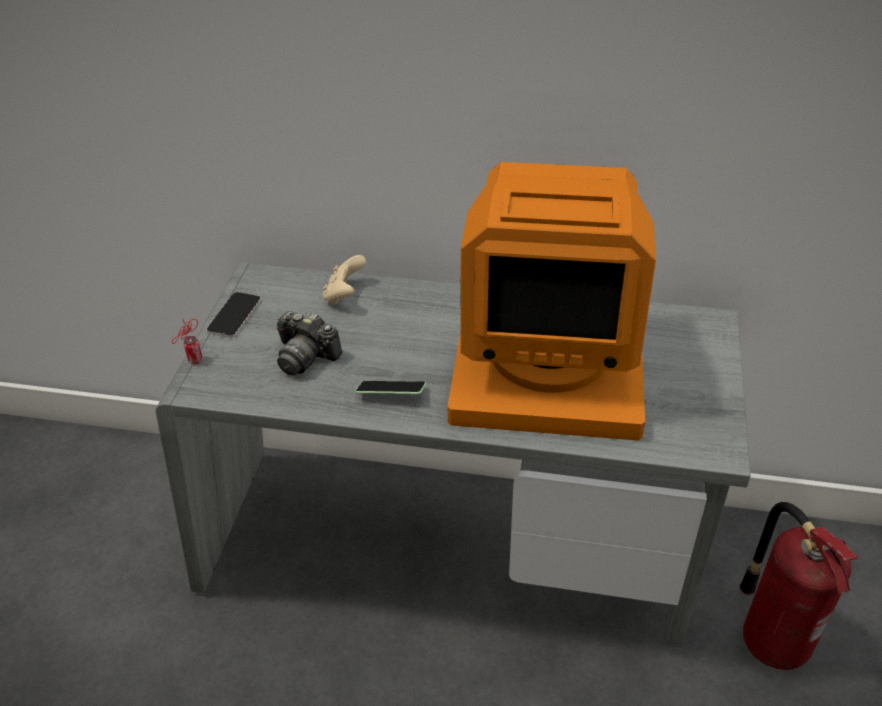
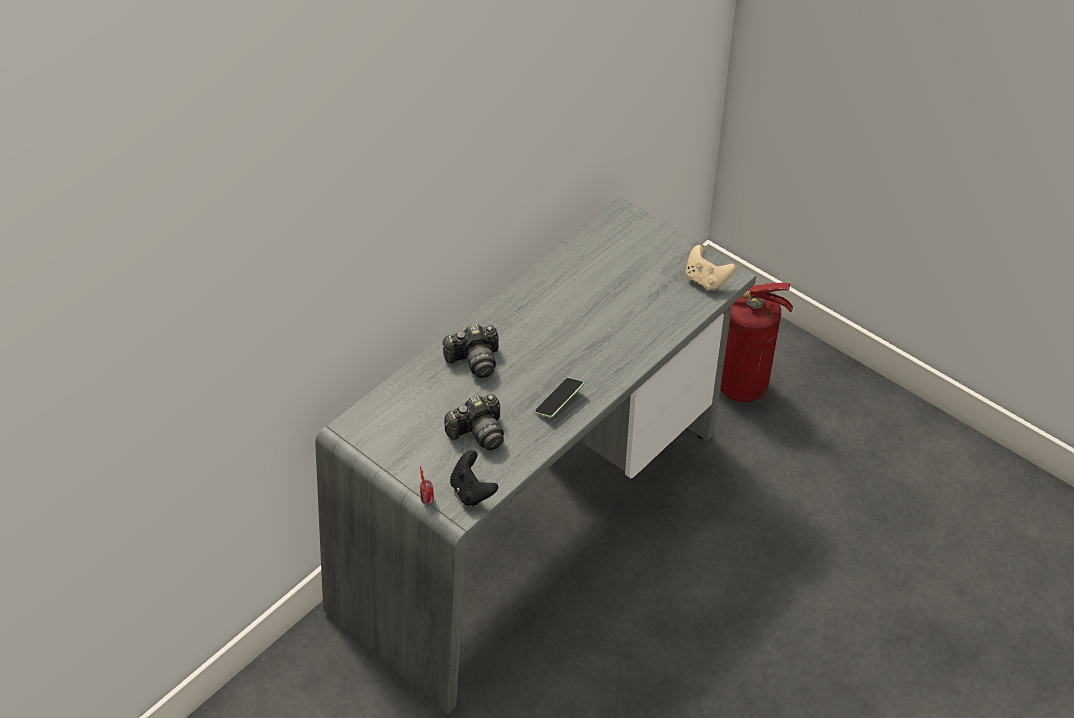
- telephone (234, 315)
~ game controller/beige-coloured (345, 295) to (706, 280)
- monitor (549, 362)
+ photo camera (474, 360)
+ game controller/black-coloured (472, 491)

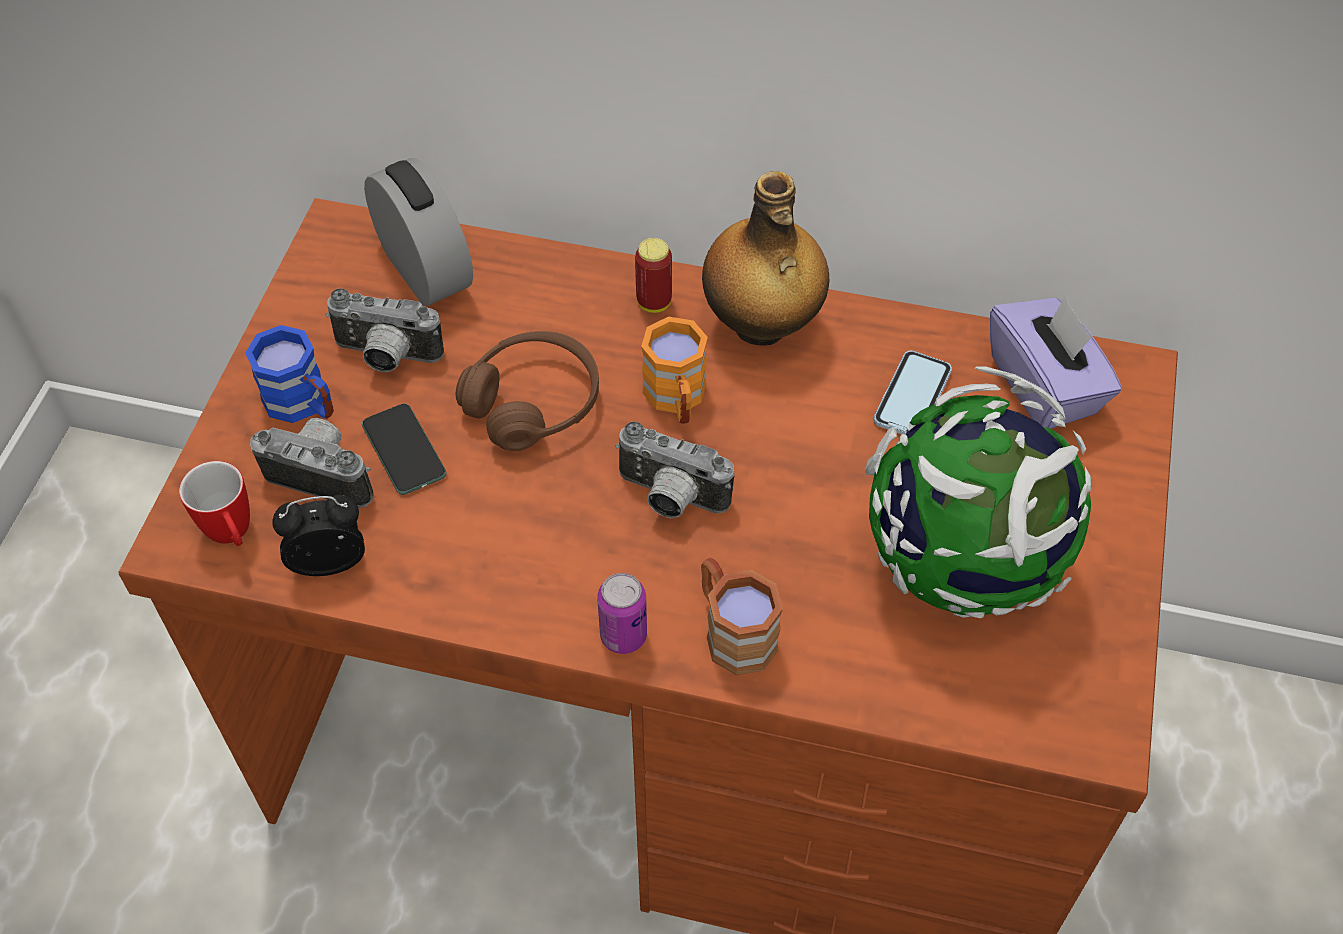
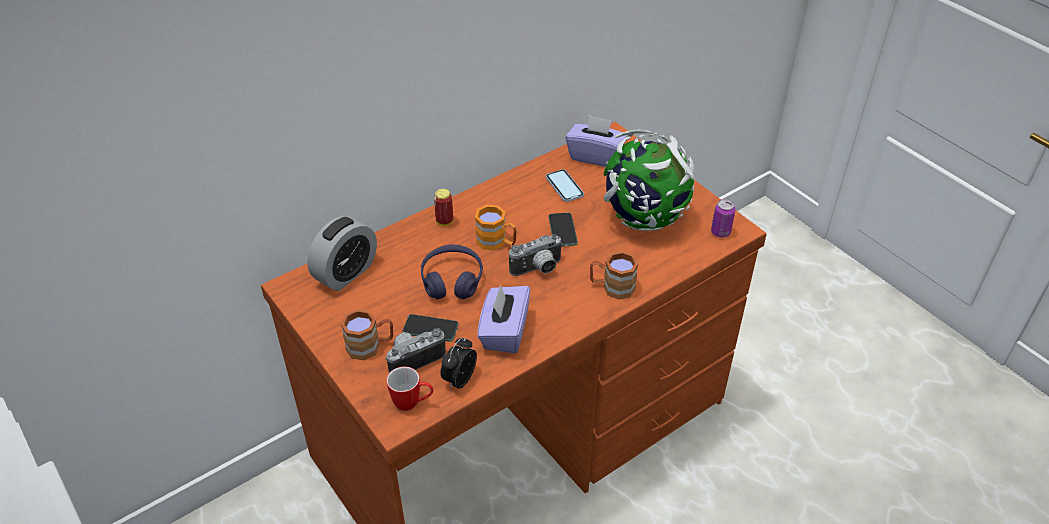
~ tea mug/bluish (304, 404) to tea mug/brownish (370, 346)
- photo camera (385, 357)
~ alarm clock (425, 269) = (346, 273) 120 degrees clockwise
~ headphones/brownish (533, 403) to headphones/purplish (452, 280)
~ metal can (623, 636) to (720, 232)
- beverage bottle (761, 326)
+ box of tissues/purplish (504, 332)
+ telephone (562, 230)

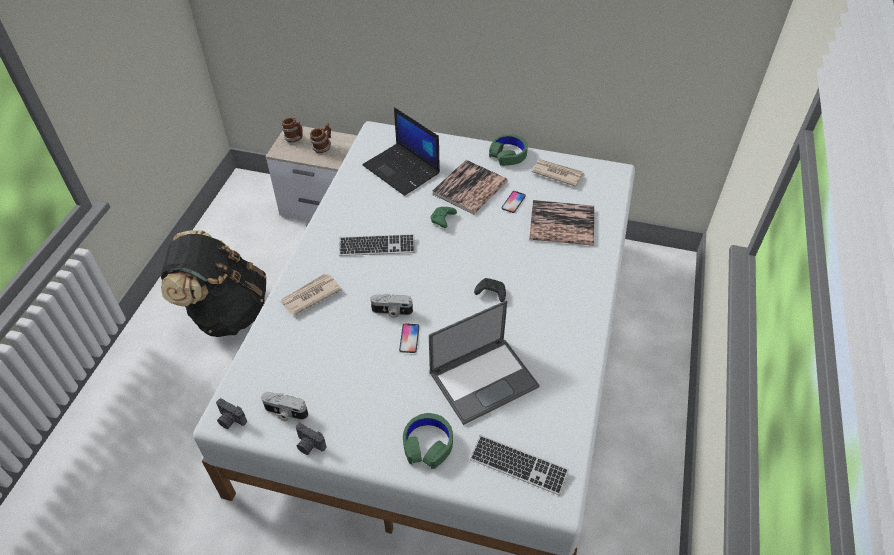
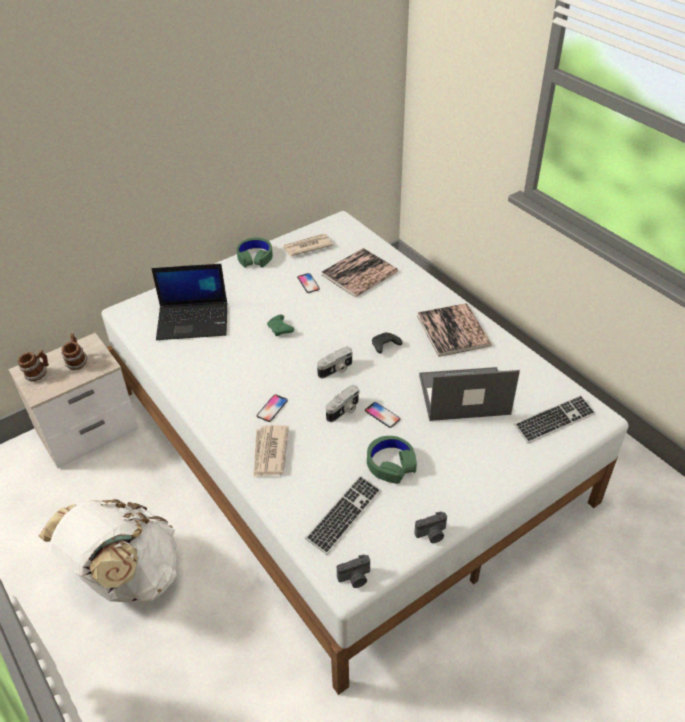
~ knapsack/black-coloured (226, 312) to knapsack/whitish (127, 577)
~ photo camera (285, 413) to (336, 370)
~ keyboard (377, 246) to (344, 515)
~ headphones/green-coloured (428, 444) to (391, 464)
~ laptop (484, 379) = (462, 395) 105 degrees counterclockwise
~ book (470, 188) to (453, 330)
+ telephone (272, 408)

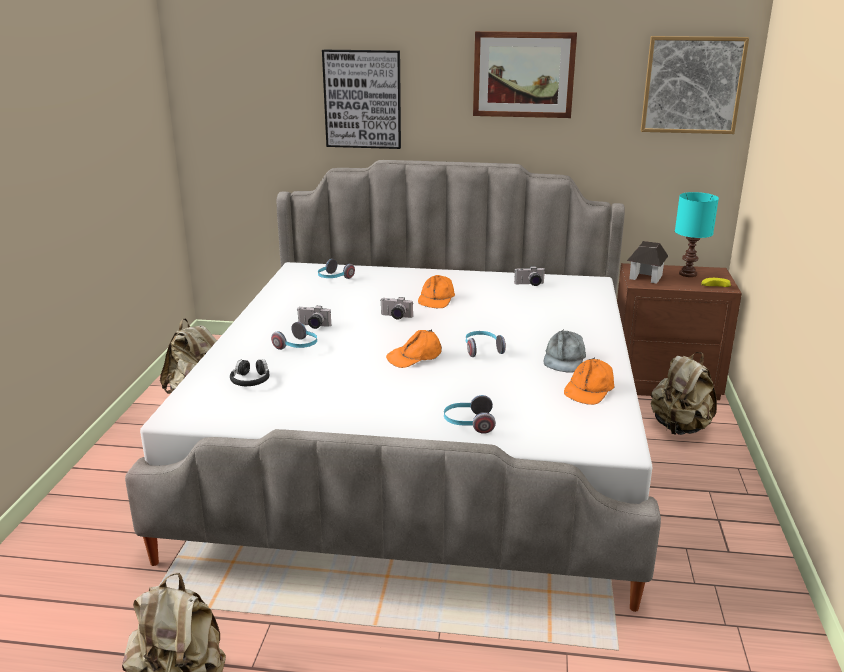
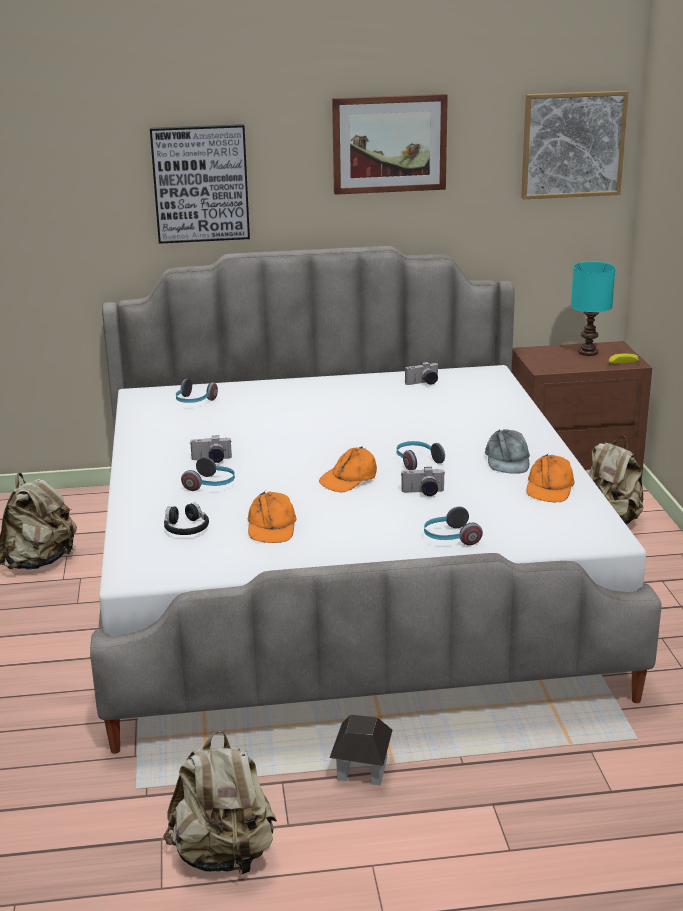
~ photo camera (395, 317) to (423, 493)
~ baseball cap/orangey (436, 299) to (271, 527)
~ miniature house (645, 277) to (362, 769)

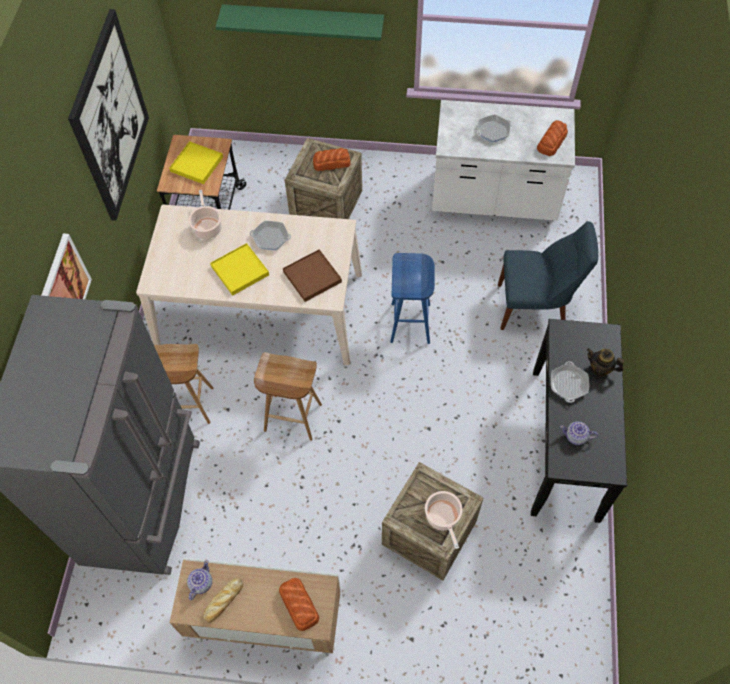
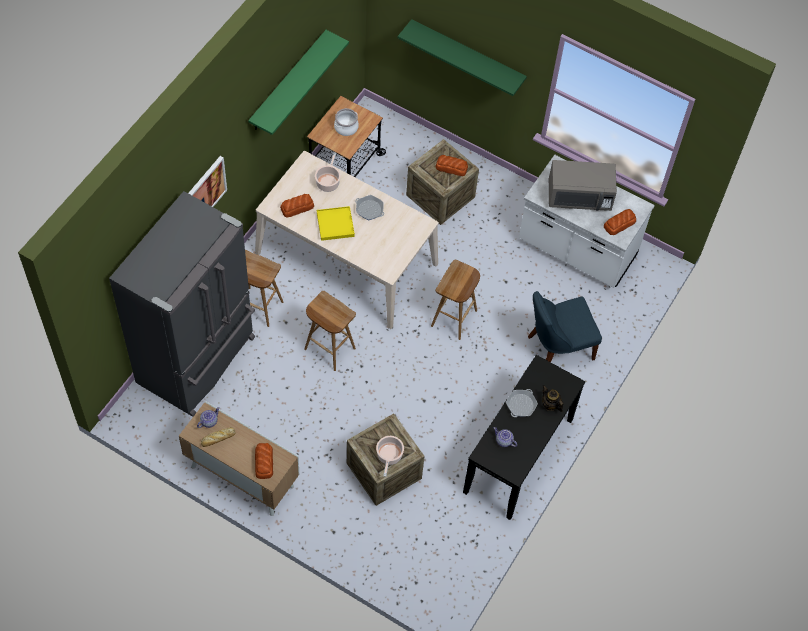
~ wall picture (110, 117) to bracket shelf/green-coloured (288, 82)
~ carrying tray/yellow-coloured (197, 164) to saucepot (346, 128)
- carrying tray/brownish (312, 277)
~ sitting stool/bluish (411, 324) to sitting stool/brownish (454, 319)
~ frying pan (493, 131) to microwave oven/grey (579, 196)
~ plain chair/bluish (535, 307) = (557, 348) 135 degrees clockwise
+ baked bread (297, 207)

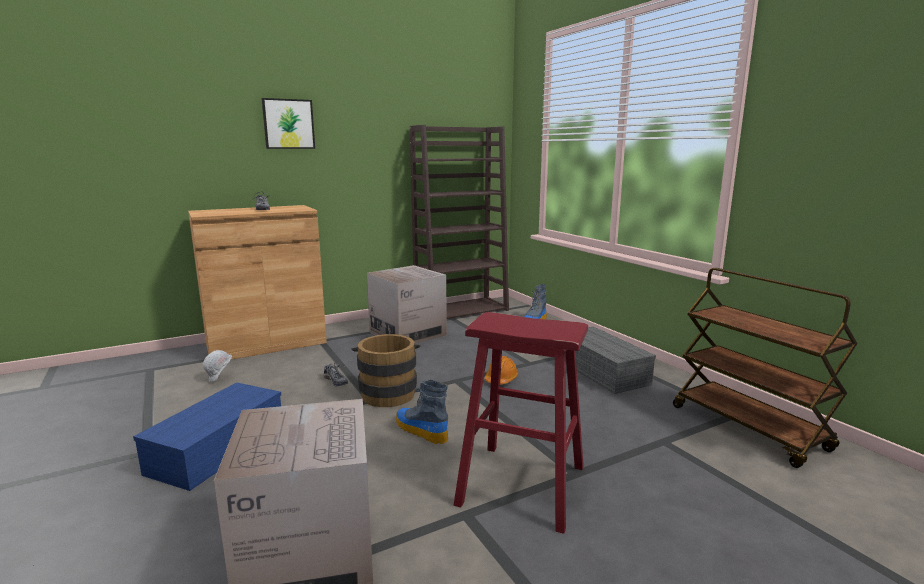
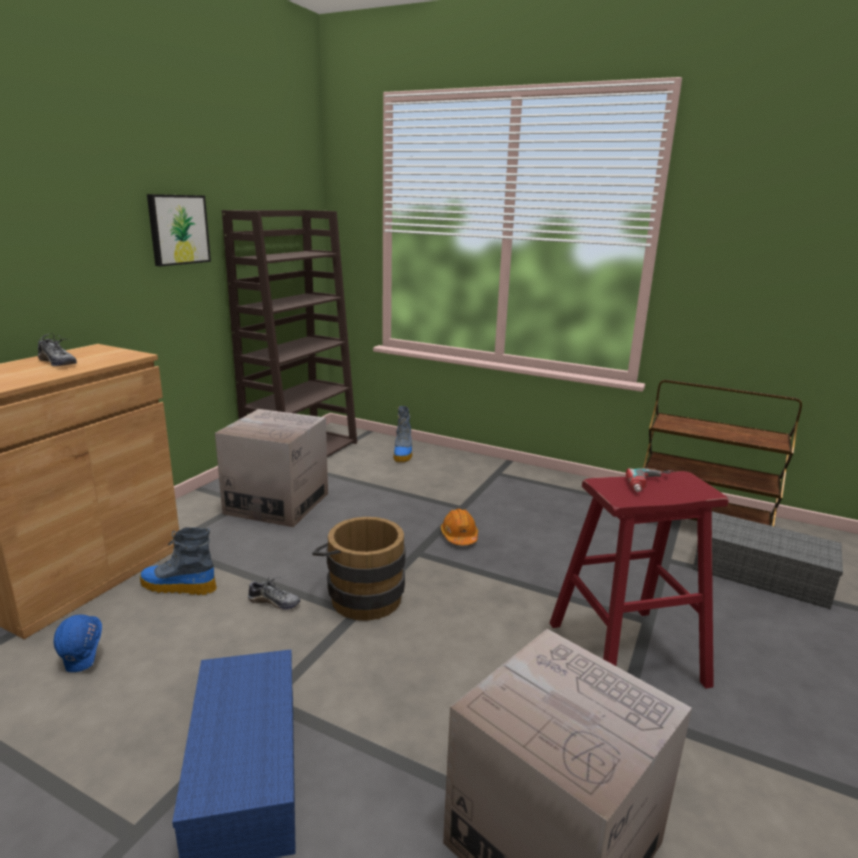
~ safety helmet/whitish (220, 379) to safety helmet/bluish (84, 660)
~ wall picture (288, 124) to (178, 229)
~ boot (420, 430) to (177, 586)
~ storage bin/grey (603, 372) to (762, 573)
+ drill (653, 485)

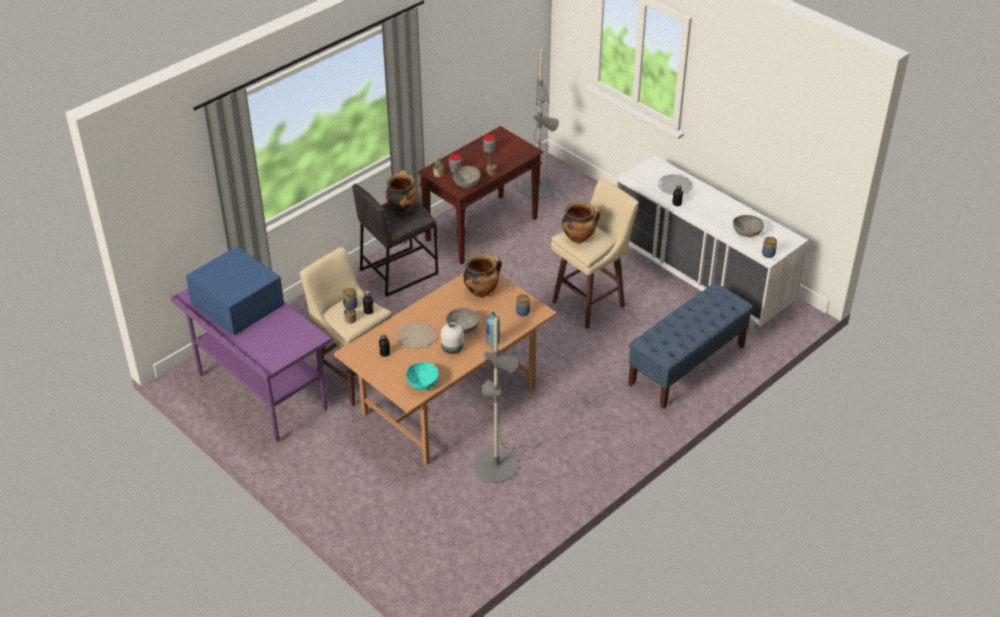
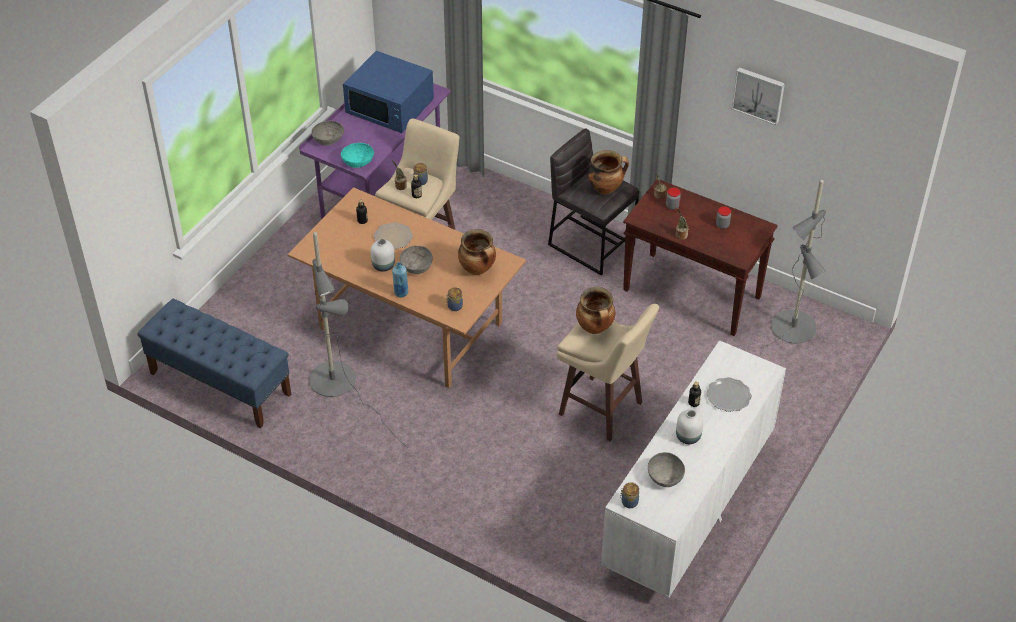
~ microwave oven/bluish (237, 305) = (390, 107) 90 degrees clockwise
~ serving bowl/blue-green (422, 383) to (358, 162)
~ serving bowl/grey (466, 183) to (328, 139)
~ long seat/bluish (686, 366) to (220, 384)
+ flower vase/whitish (688, 437)
+ wall picture (759, 94)

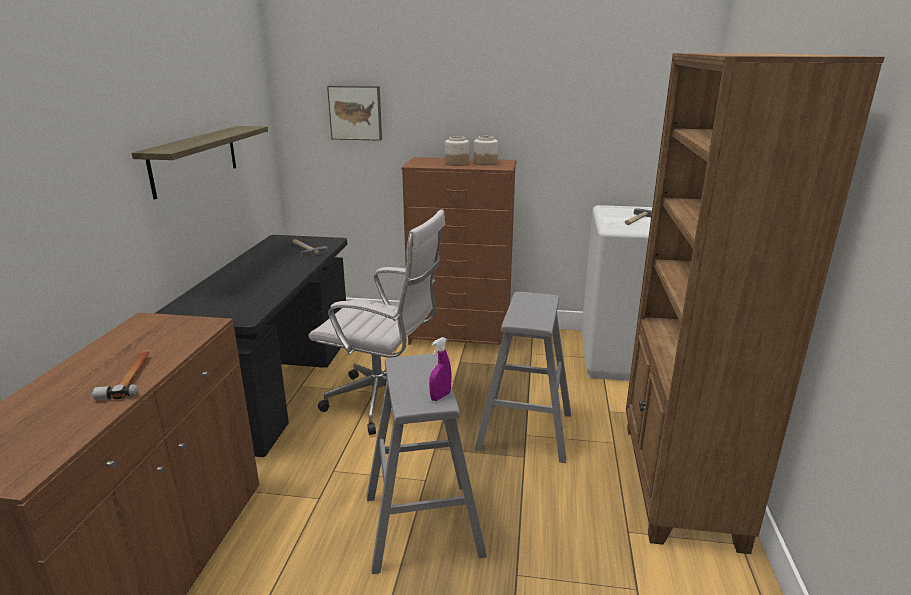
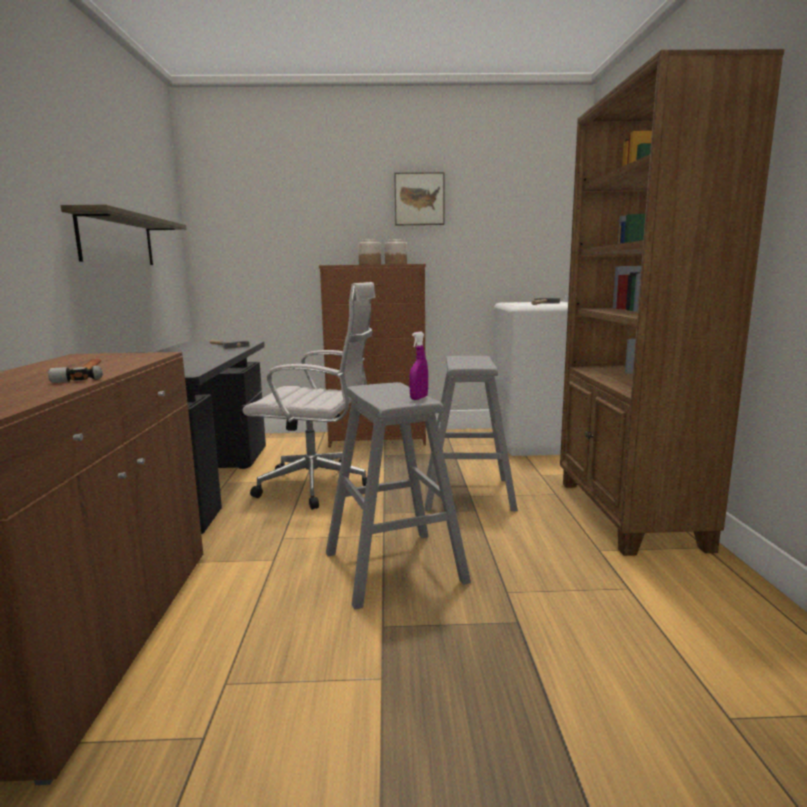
~ wall picture (356, 112) to (419, 199)

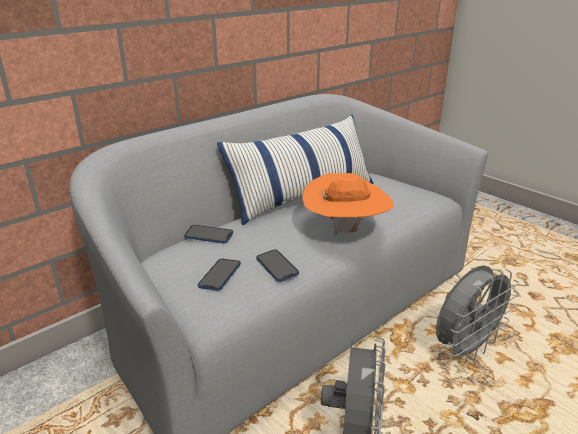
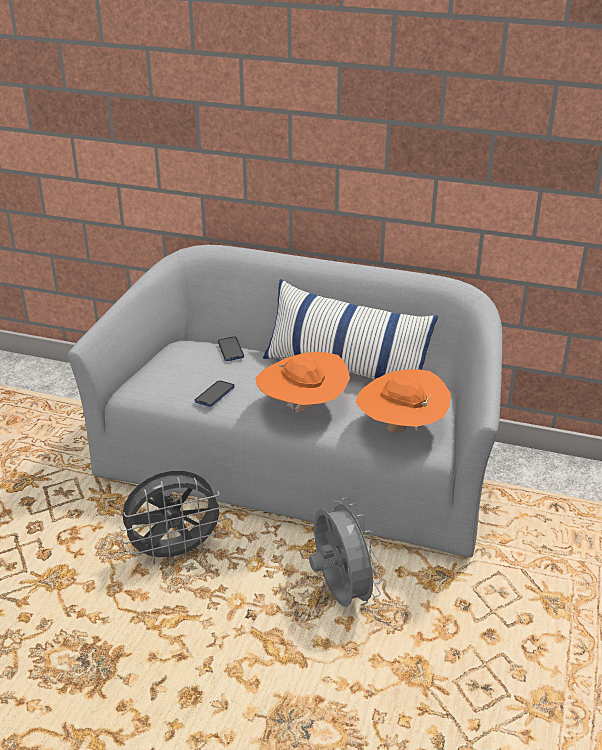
- telephone (220, 275)
~ electric fan/grey (465, 349) = (340, 594) 135 degrees counterclockwise
+ clothing hat/orangey (400, 429)

